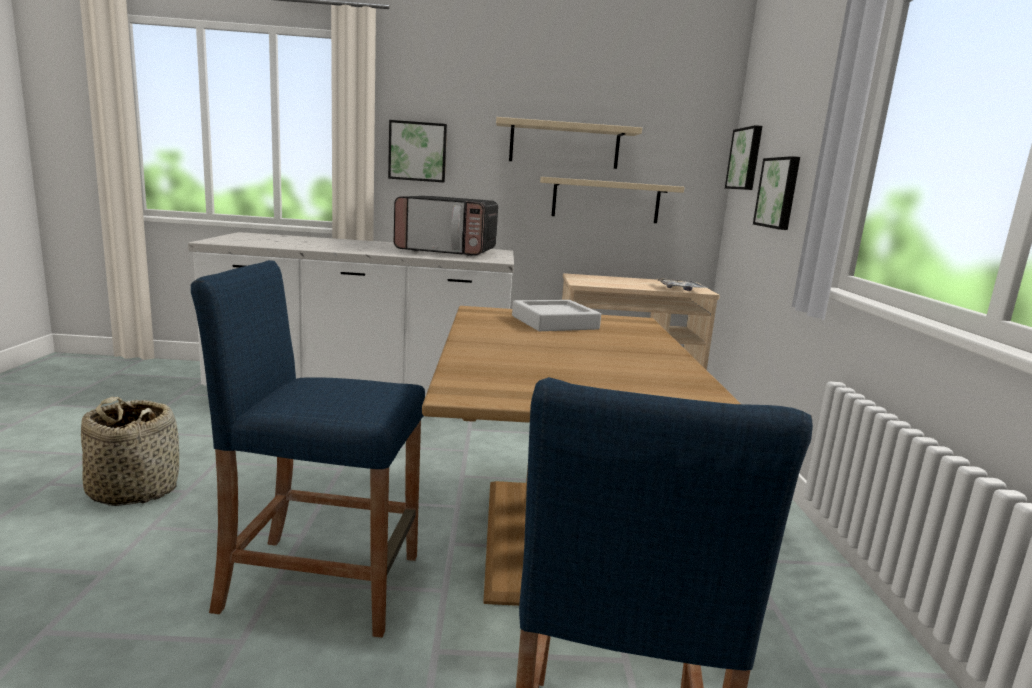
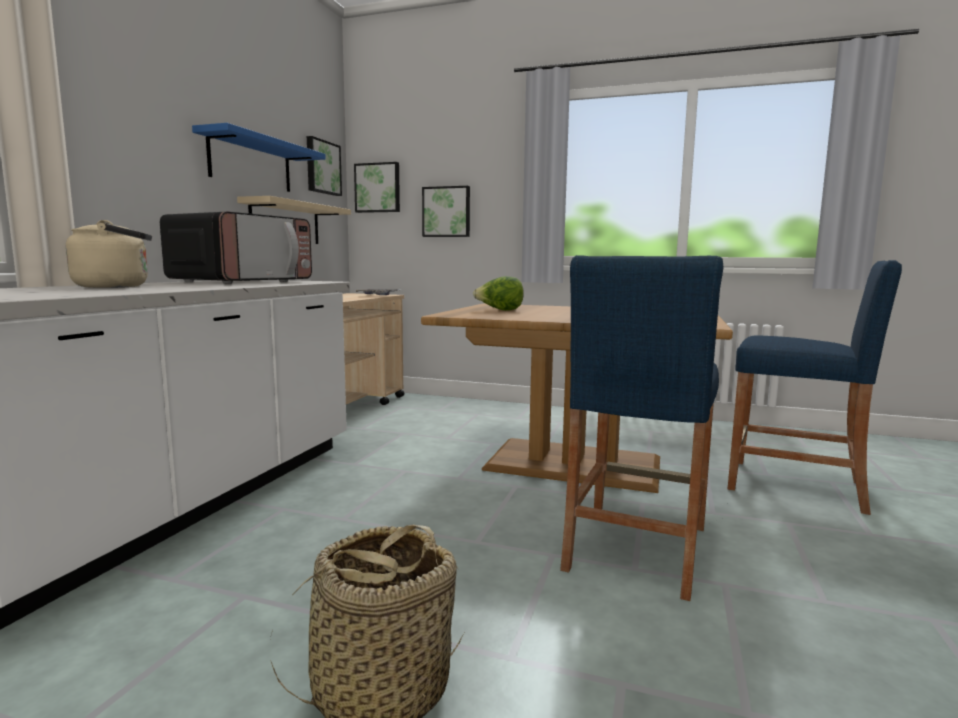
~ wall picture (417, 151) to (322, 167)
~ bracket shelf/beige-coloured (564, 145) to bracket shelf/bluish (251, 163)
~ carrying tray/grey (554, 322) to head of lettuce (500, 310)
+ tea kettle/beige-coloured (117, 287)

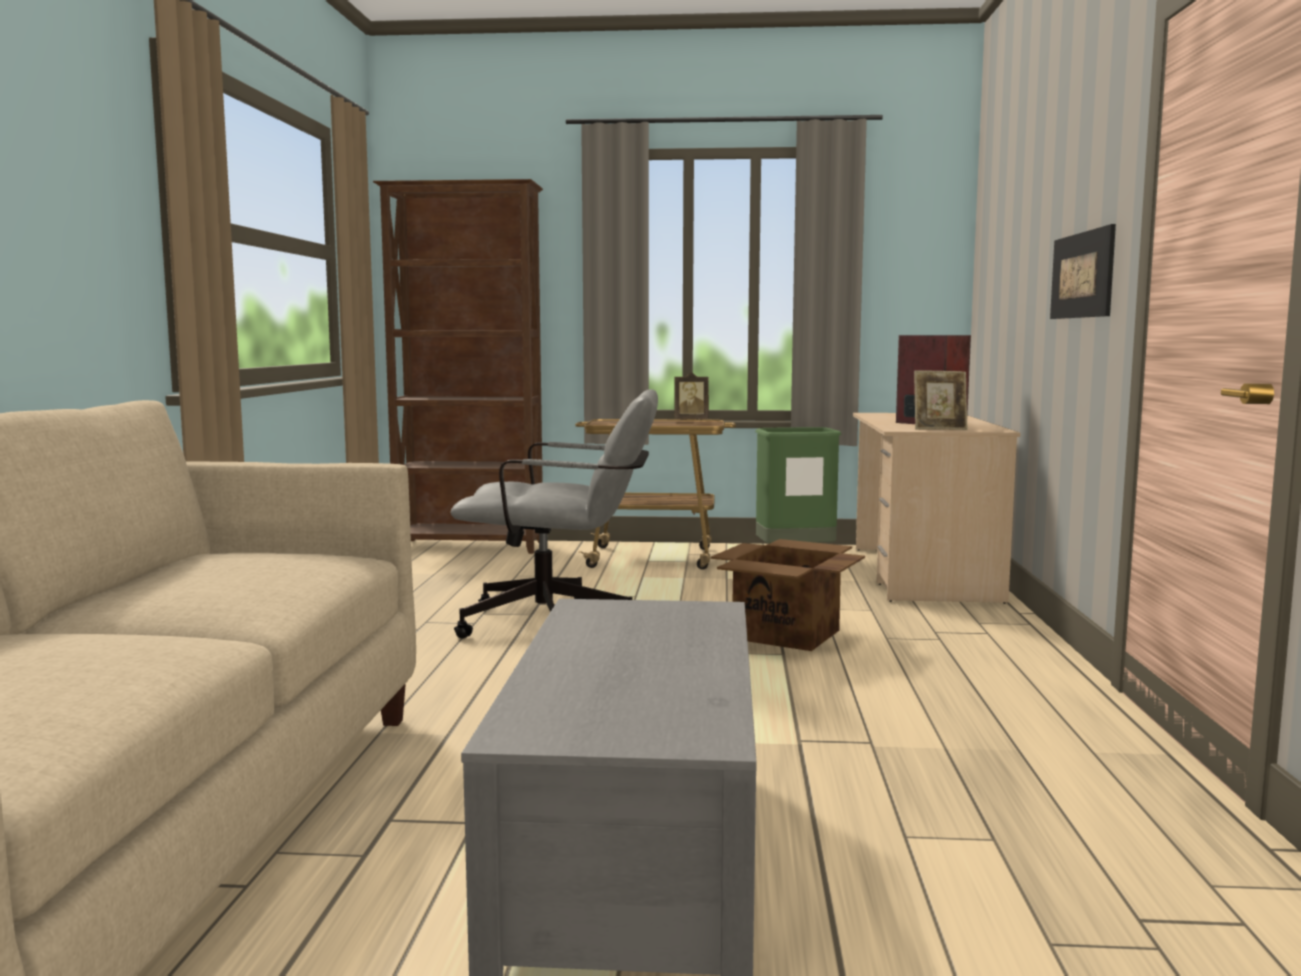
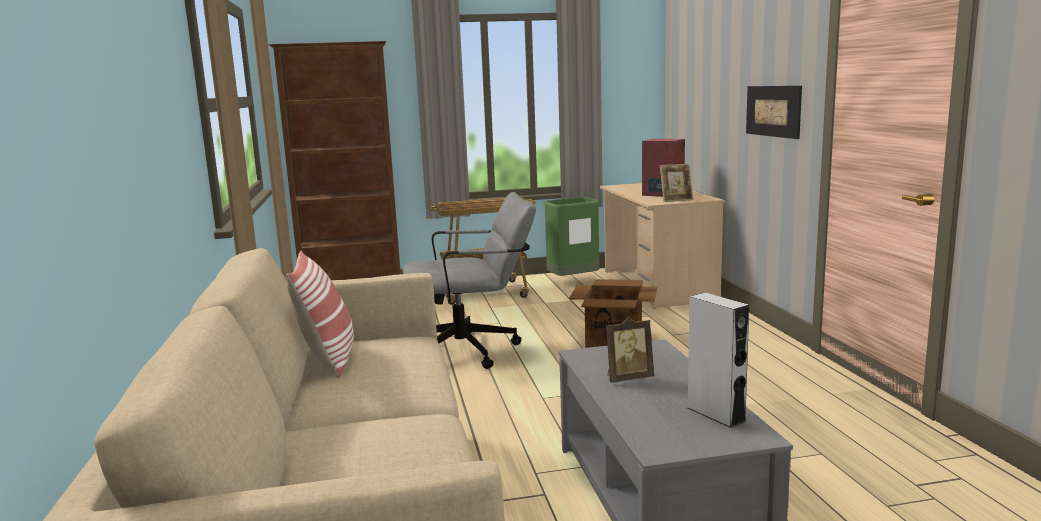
~ photo frame (691, 420) to (628, 378)
+ throw pillow (328, 359)
+ loudspeaker/grey (716, 414)

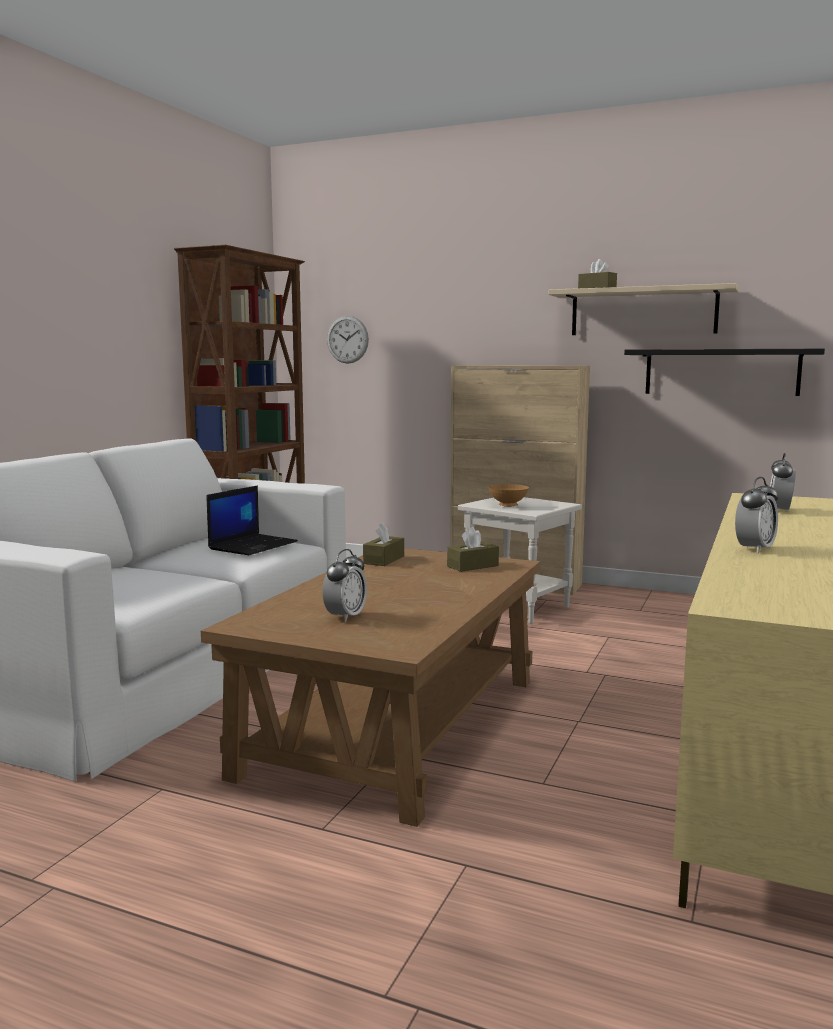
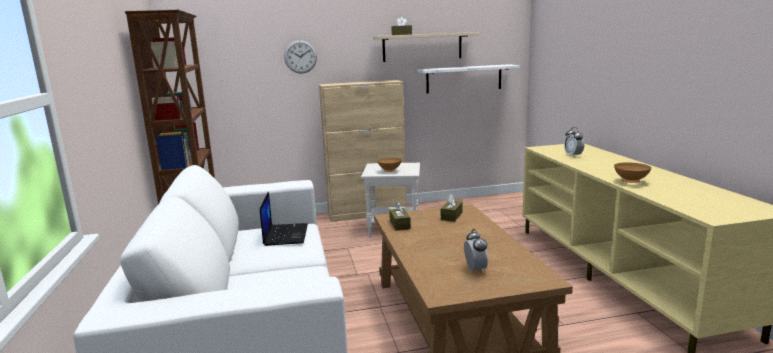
~ clock on the wall (347, 339) to (300, 56)
~ bracket shelf/black-coloured (721, 372) to bracket shelf/whitish (464, 79)
~ alarm clock (754, 549) to serving bowl/brownish (630, 182)

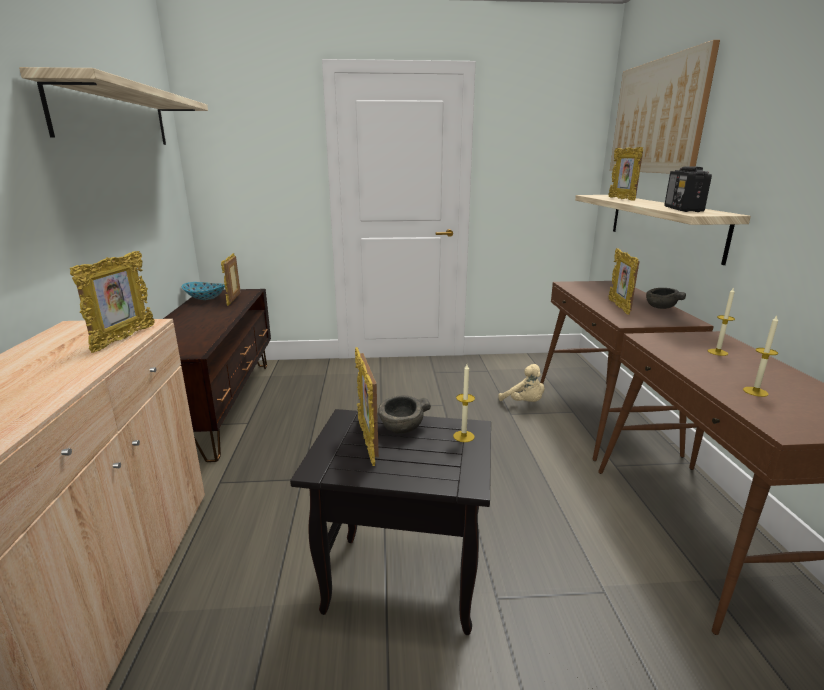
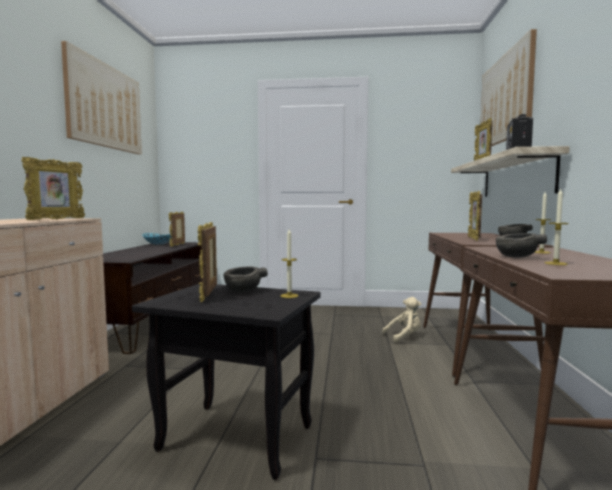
~ bracket shelf (114, 116) to wall picture (105, 106)
~ cuddly toy/beige-coloured (524, 403) = (404, 336) 75 degrees counterclockwise
+ serving bowl/grey (516, 257)

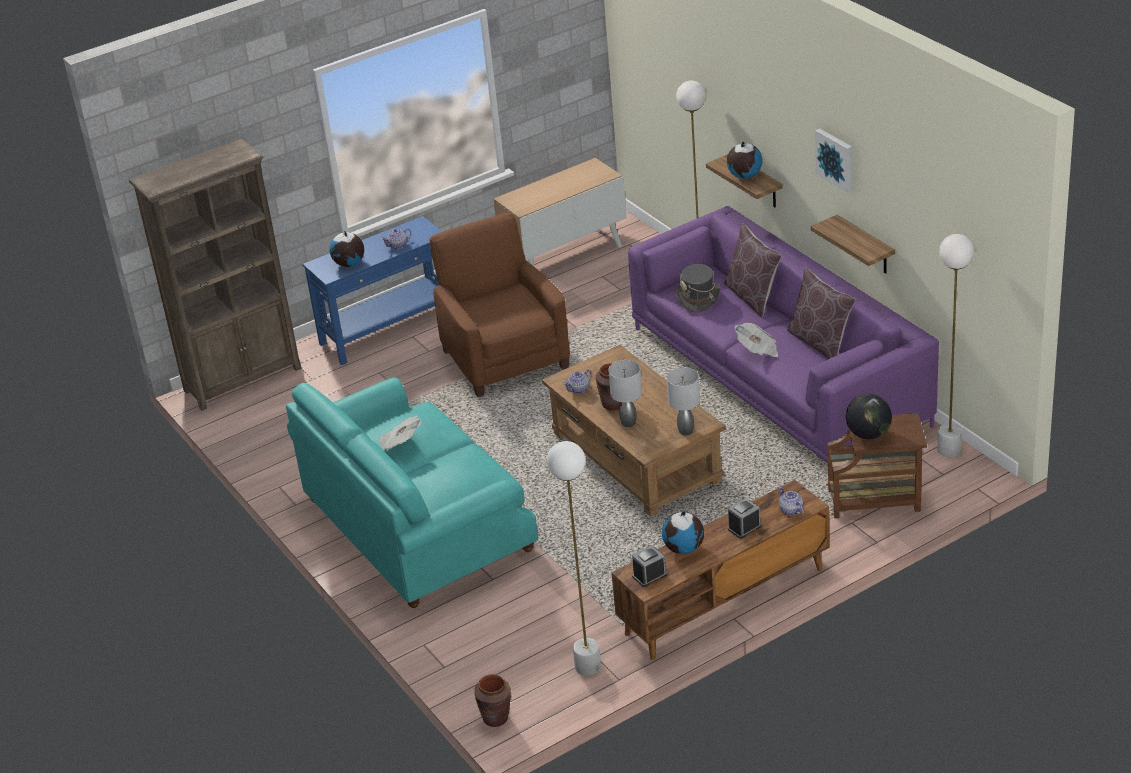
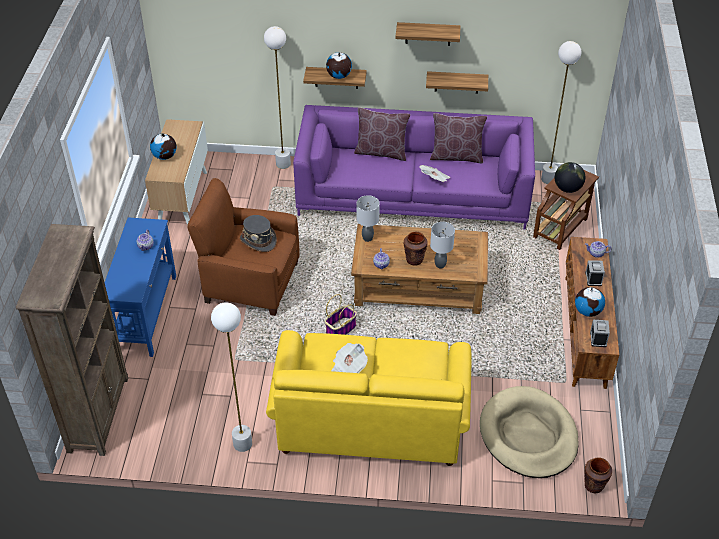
~ sofa/blue-green (418, 525) to sofa/yellow-coloured (370, 416)
~ globe (349, 264) to (165, 156)
~ standard lamp/whitish (587, 666) to (242, 444)
~ tabletop lamp/grey (686, 431) to (368, 238)
~ clothing hat/grey (698, 298) to (258, 240)
~ wall picture (836, 159) to bracket shelf (428, 34)
+ household basket (341, 329)
+ pet bed/beige-coloured (528, 435)

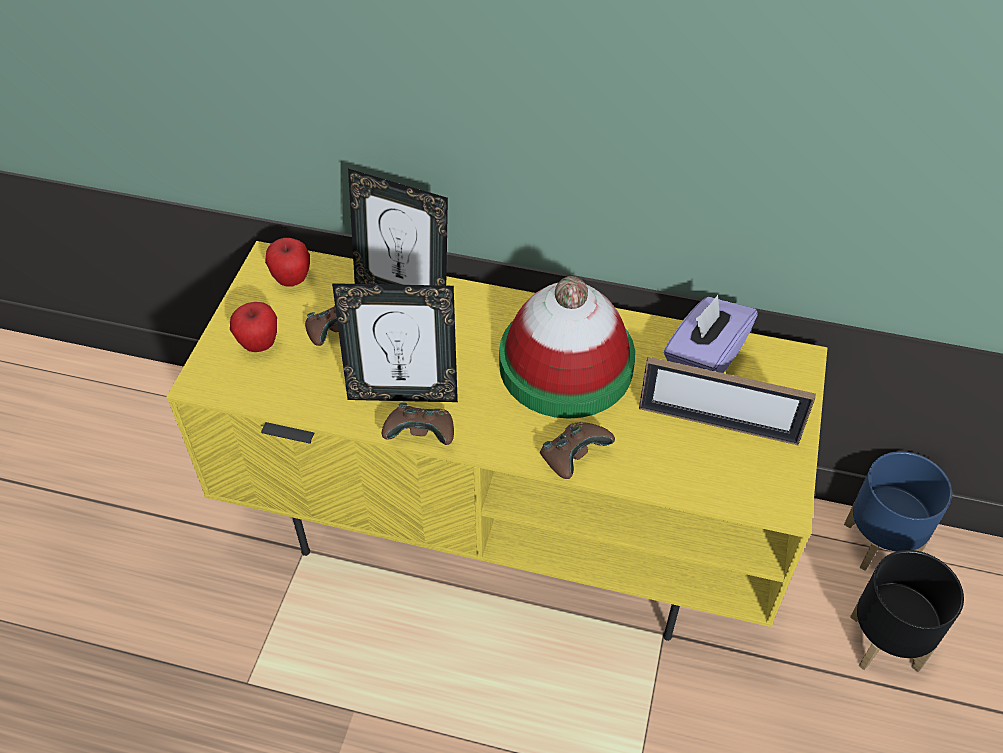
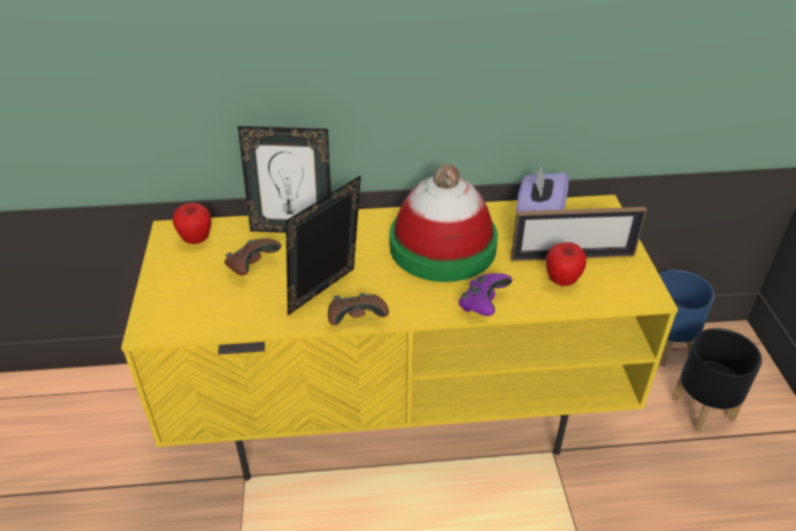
~ apple (259, 344) to (562, 280)
~ photo frame (403, 393) = (327, 294) 150 degrees clockwise
~ game controller/brownish (573, 458) to game controller/purplish (483, 304)

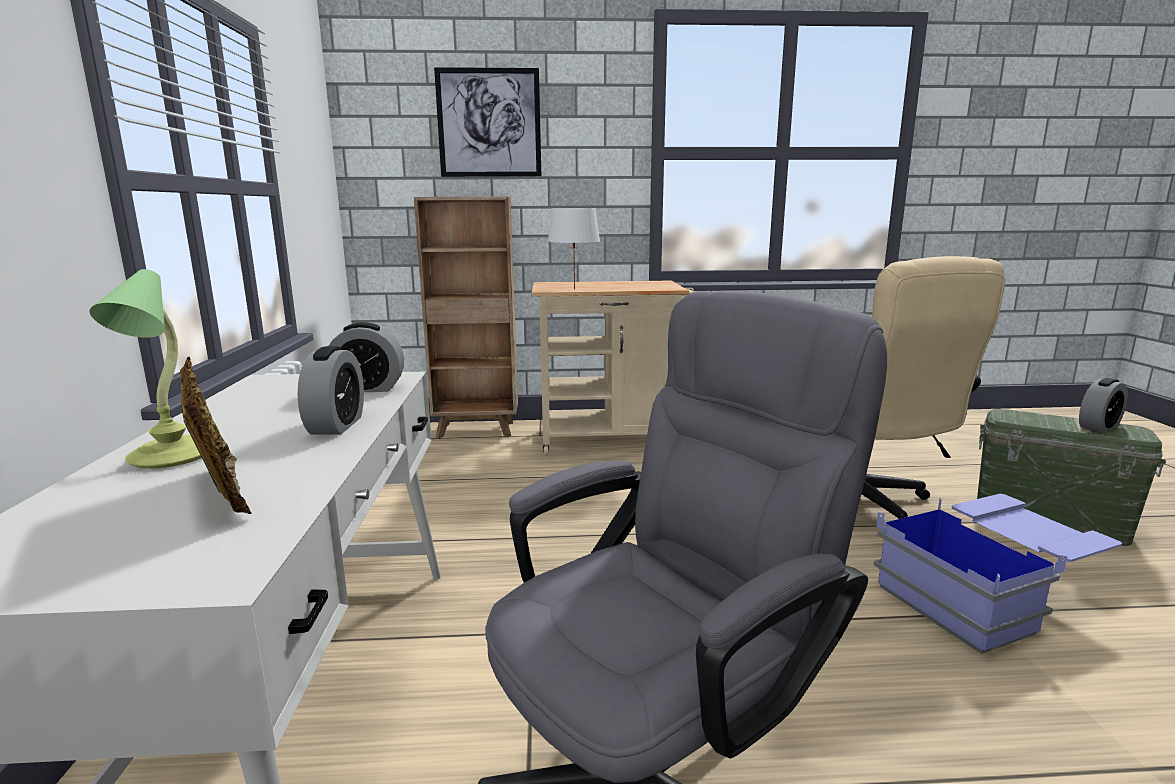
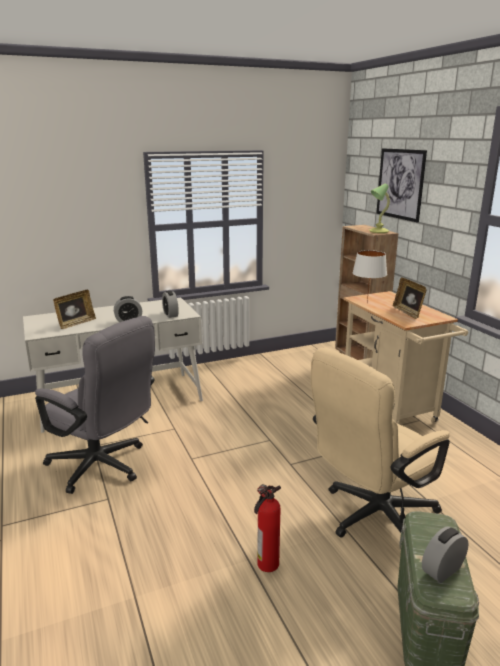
~ tabletop lamp (169, 456) to (378, 231)
~ storage bin/bluish (986, 598) to fire-fighting cylinder (266, 564)
~ alarm clock (1098, 427) = (442, 570) 105 degrees clockwise
+ photo frame (408, 312)

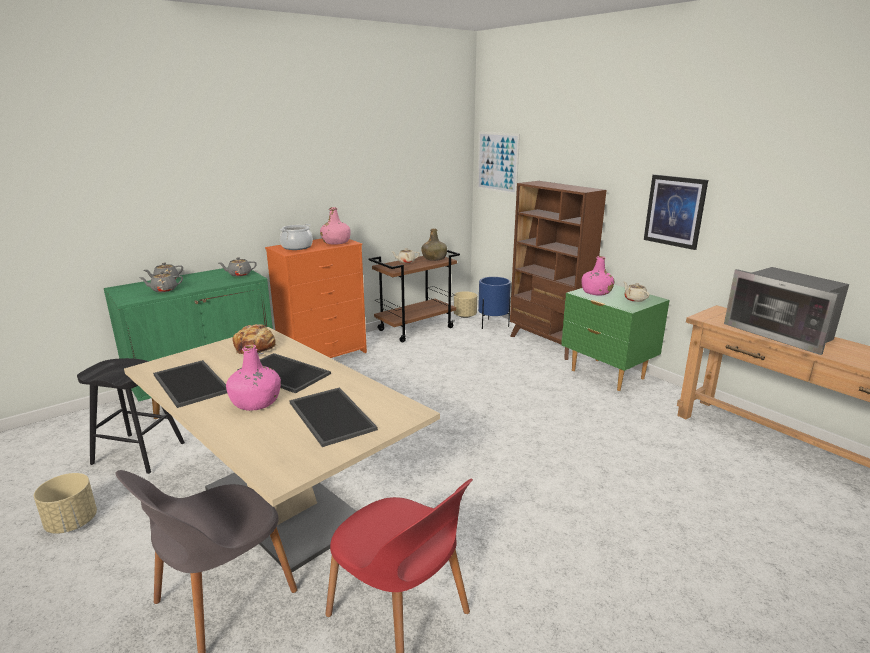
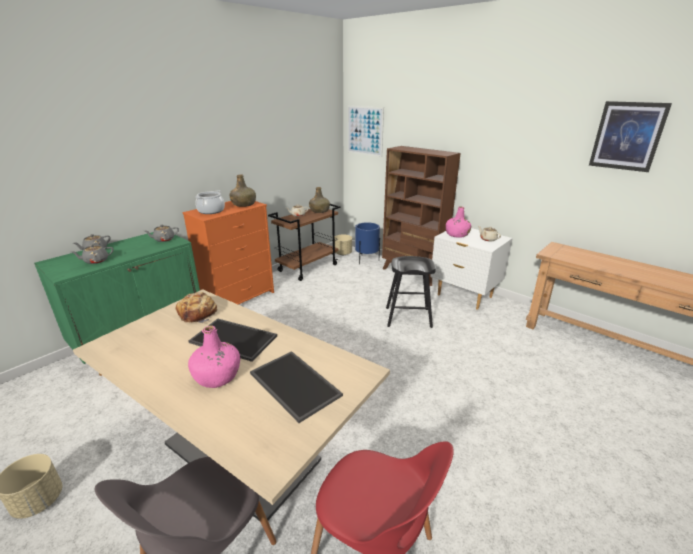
~ sitting stool/black-coloured (138, 453) to (408, 317)
- carrying tray (189, 383)
~ beverage bottle/pink-coloured (336, 242) to beverage bottle/green-coloured (244, 204)
~ nightstand/green-coloured (607, 375) to nightstand/whitish (464, 296)
~ wall picture (674, 211) to (627, 136)
- microwave oven (782, 333)

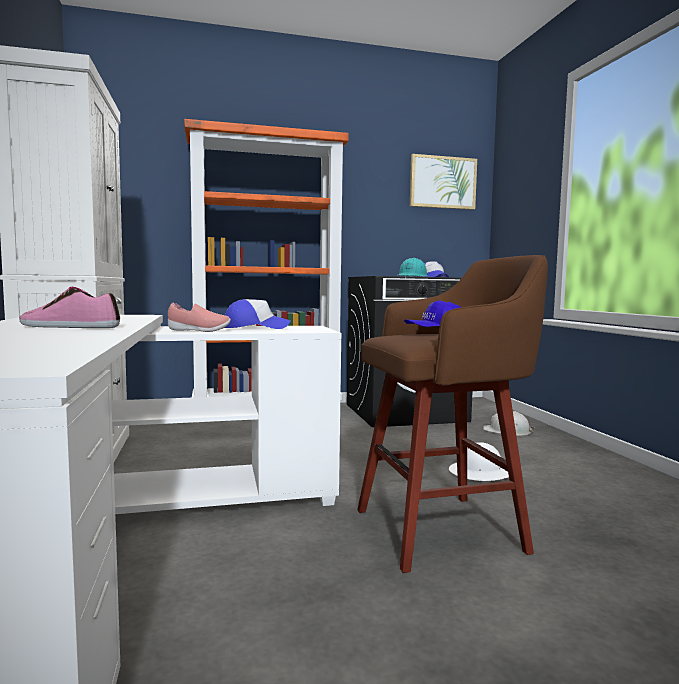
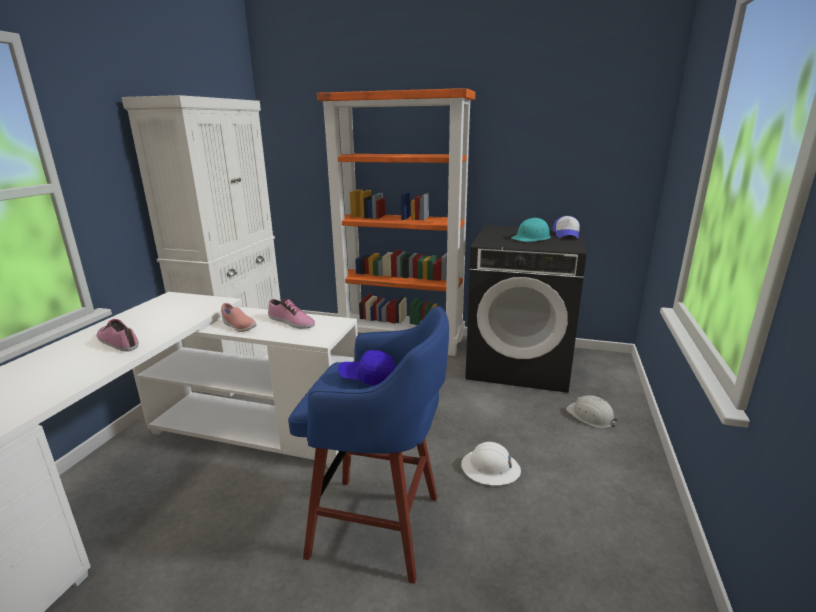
~ baseball cap (256, 327) to item of footwear (291, 322)
~ sitting stool/brownish (444, 530) to sitting stool/bluish (380, 527)
- wall picture (442, 182)

